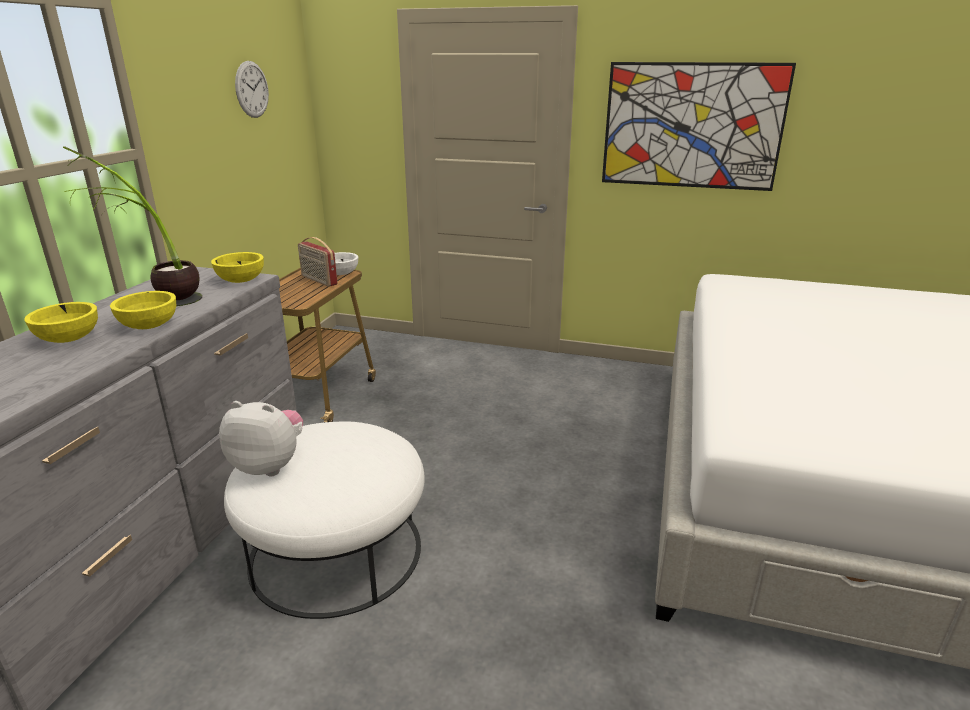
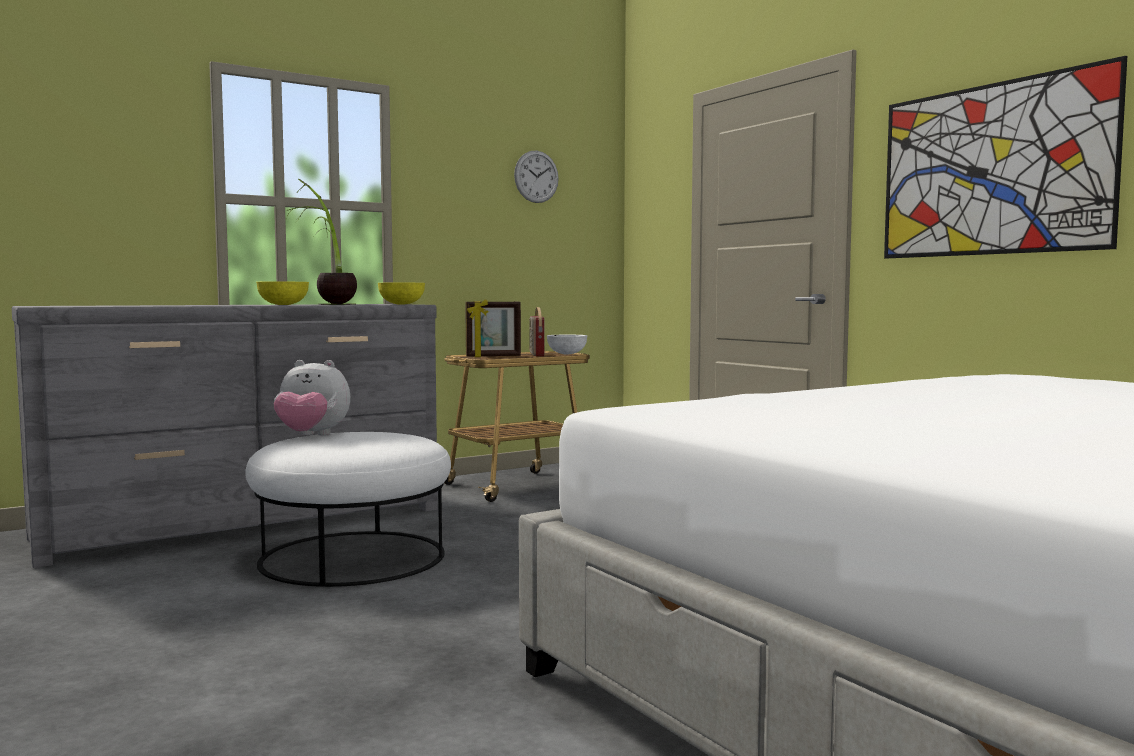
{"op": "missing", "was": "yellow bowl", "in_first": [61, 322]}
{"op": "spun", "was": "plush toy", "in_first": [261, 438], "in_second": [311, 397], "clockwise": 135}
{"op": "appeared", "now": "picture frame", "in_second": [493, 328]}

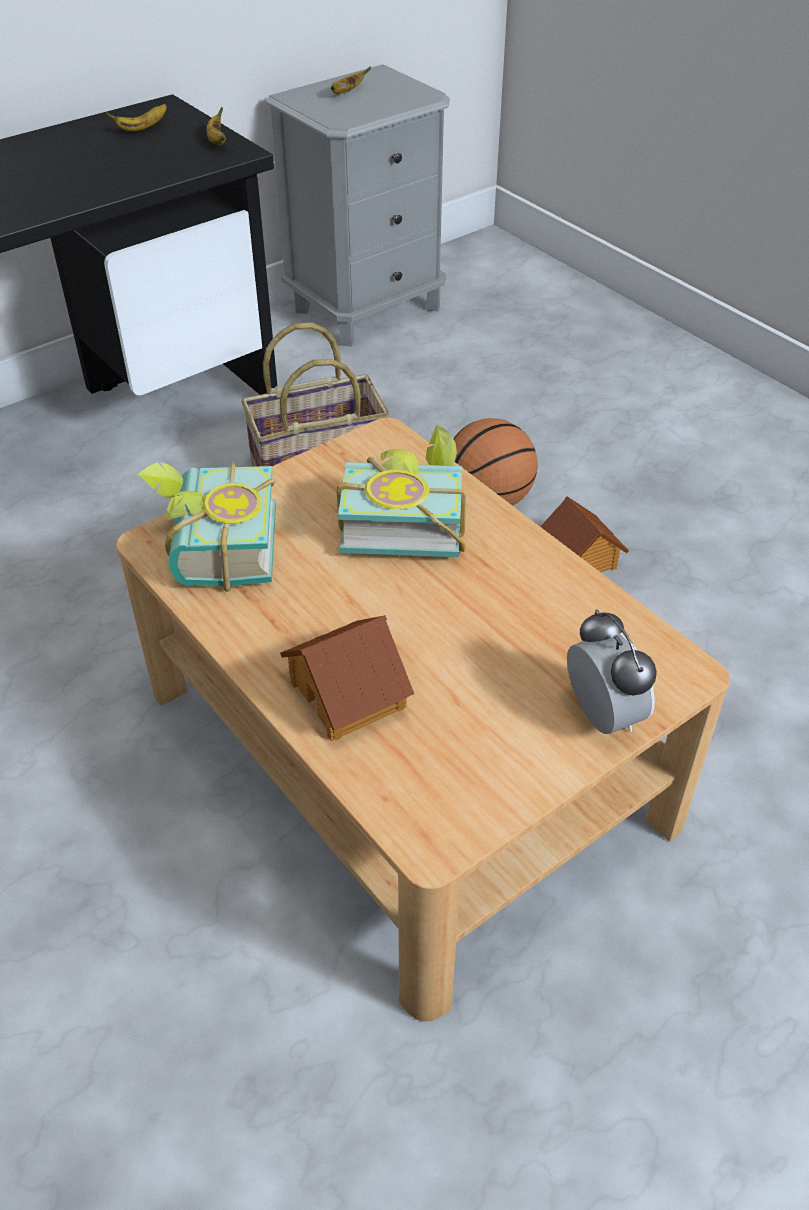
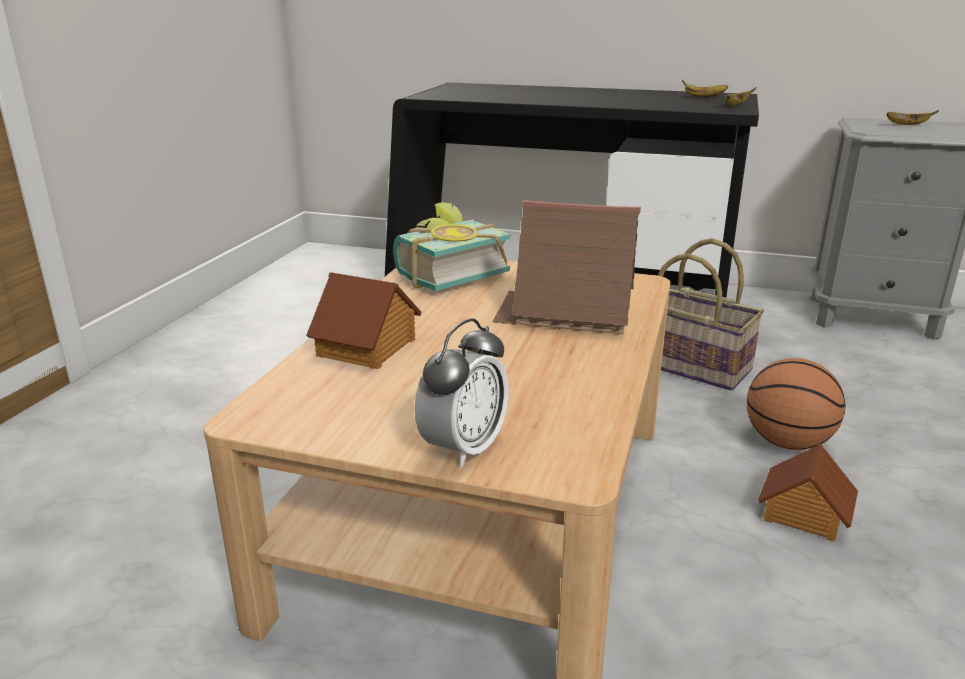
{"op": "exchanged", "was": "book", "now": "toy house", "in_first": [401, 491], "in_second": [566, 267]}

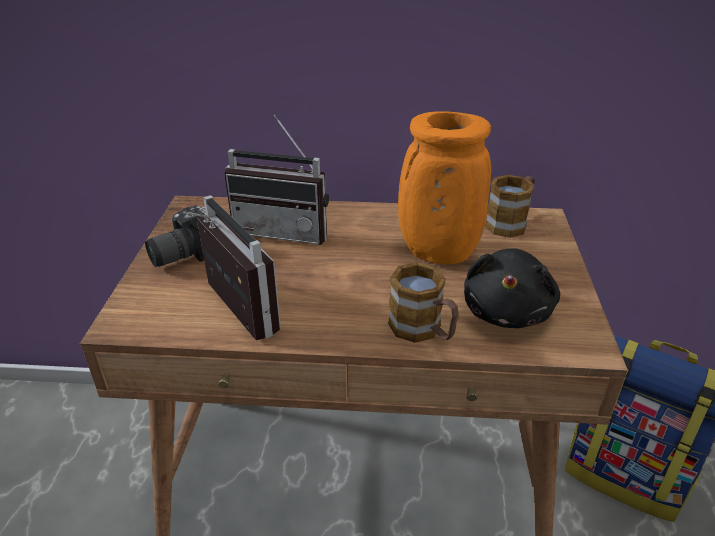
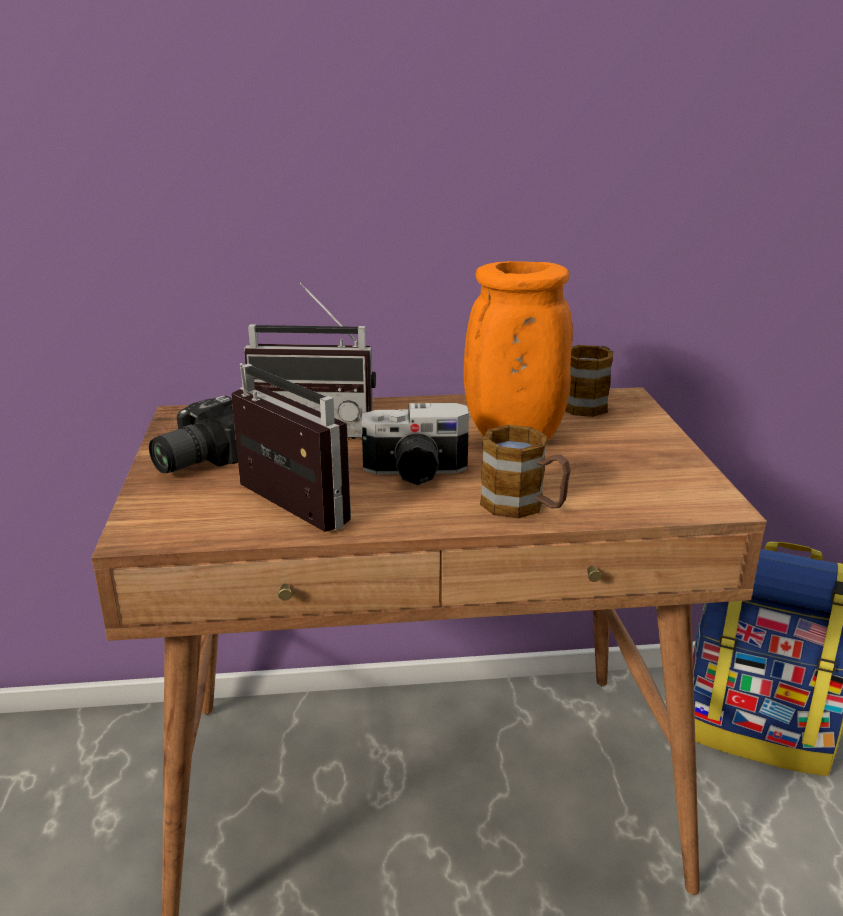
{"op": "missing", "was": "black plush toy", "in_first": [512, 288]}
{"op": "appeared", "now": "photo camera", "in_second": [415, 444]}

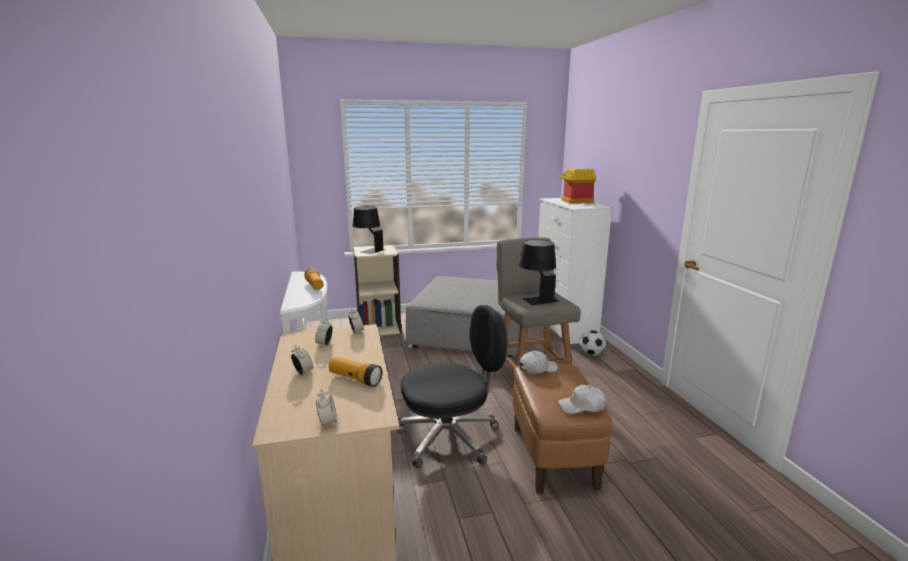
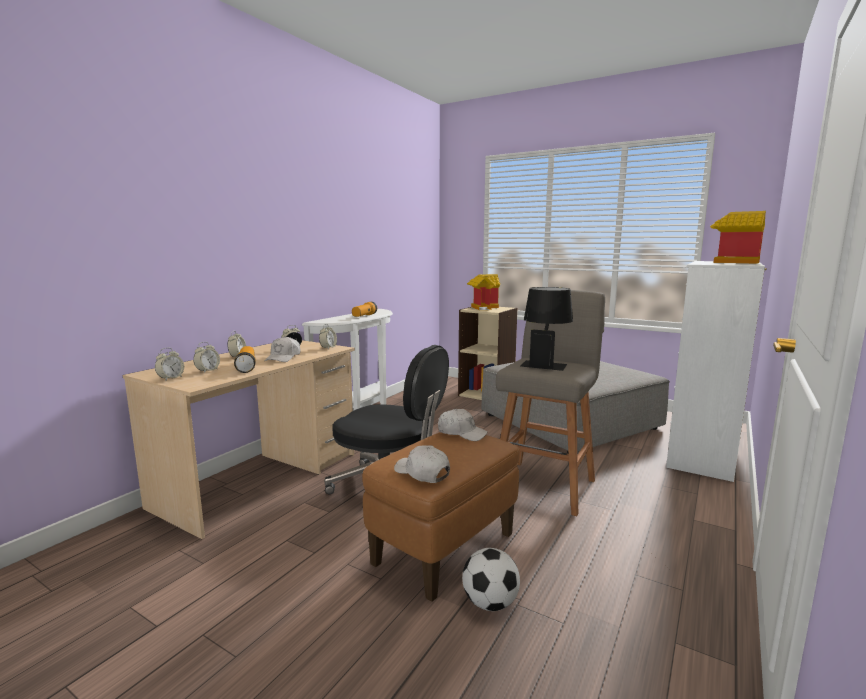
{"op": "exchanged", "was": "black table lamp", "now": "toy house", "in_first": [369, 230], "in_second": [483, 292]}
{"op": "relocated", "was": "football", "in_first": [593, 343], "in_second": [491, 579]}
{"op": "appeared", "now": "white cap", "in_second": [282, 349]}
{"op": "appeared", "now": "alarm clock", "in_second": [206, 357]}

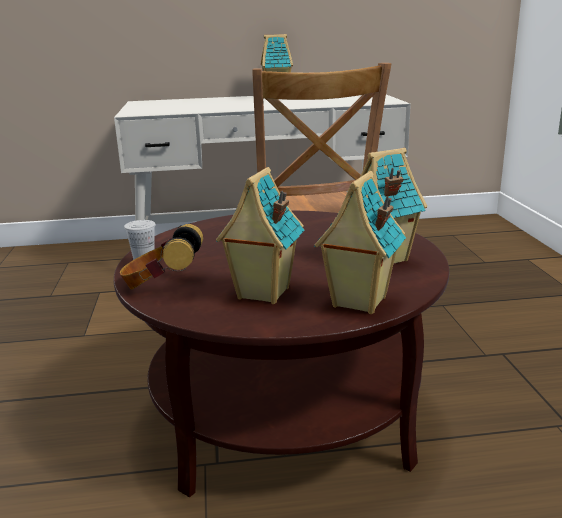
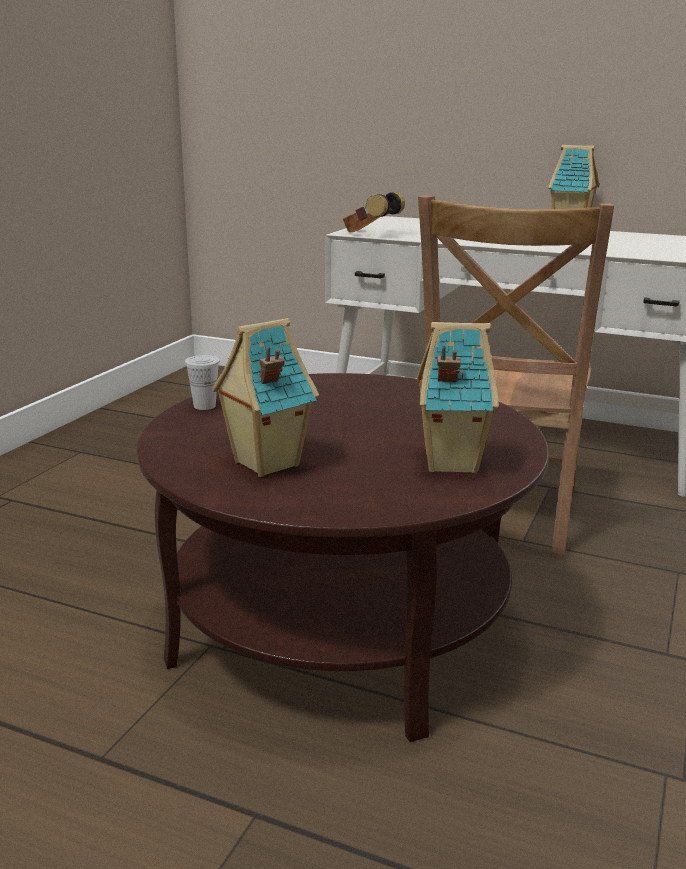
{"op": "missing", "was": "toy house", "in_first": [360, 242]}
{"op": "relocated", "was": "headphones", "in_first": [161, 257], "in_second": [374, 212]}

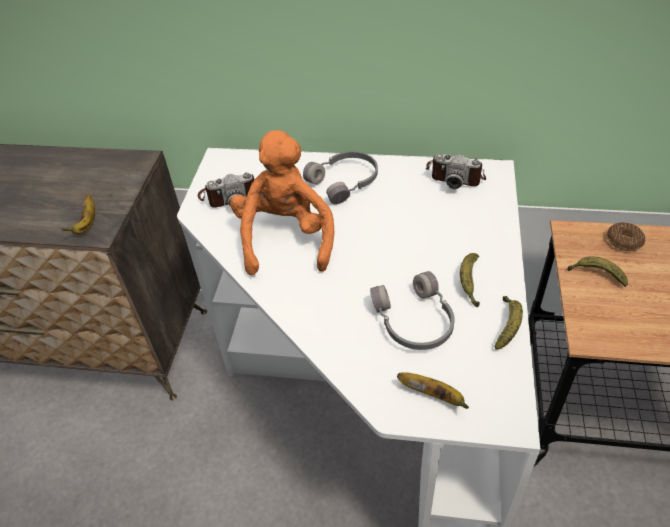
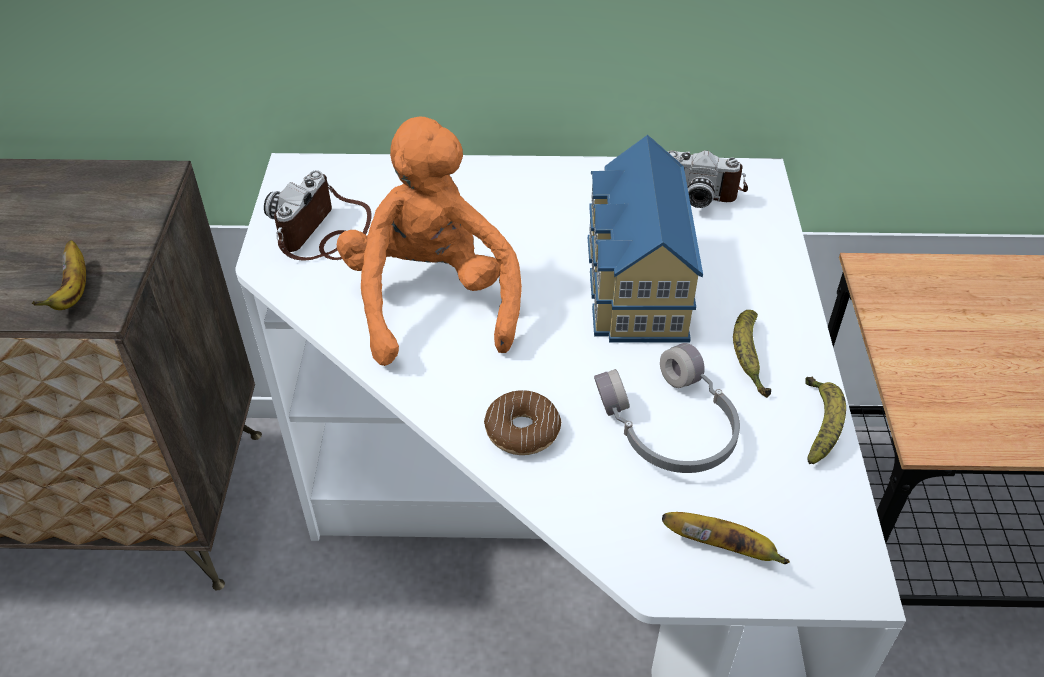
{"op": "missing", "was": "grey headphones", "in_first": [340, 177]}
{"op": "spun", "was": "photo camera", "in_first": [226, 190], "in_second": [317, 215], "clockwise": 135}
{"op": "relocated", "was": "donut", "in_first": [626, 236], "in_second": [522, 422]}
{"op": "missing", "was": "banana", "in_first": [597, 271]}
{"op": "appeared", "now": "toy house", "in_second": [645, 239]}

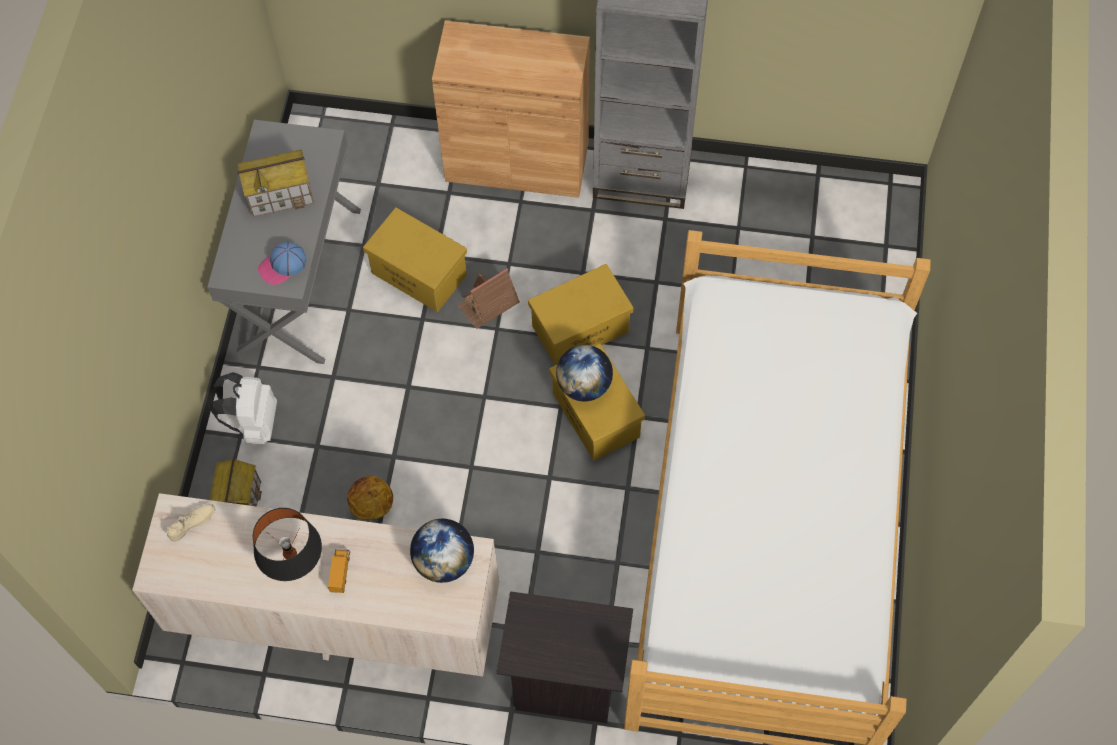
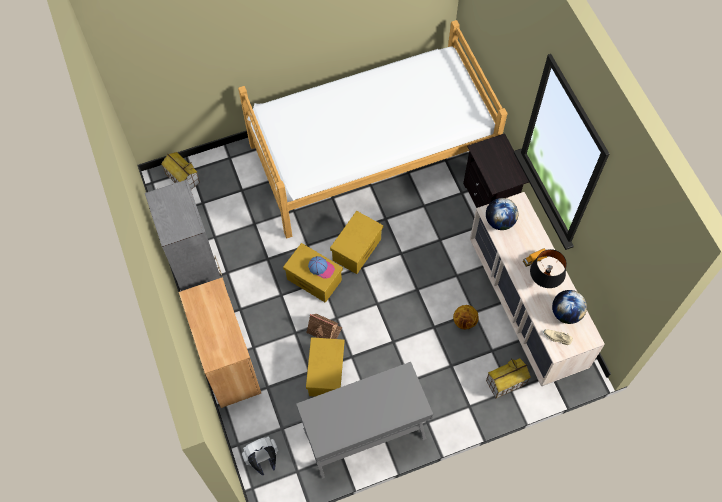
{"op": "relocated", "was": "toy house", "in_first": [275, 183], "in_second": [180, 170]}
{"op": "relocated", "was": "cap", "in_first": [282, 263], "in_second": [321, 267]}
{"op": "relocated", "was": "globe", "in_first": [584, 373], "in_second": [569, 307]}
{"op": "relocated", "was": "white backpack", "in_first": [243, 408], "in_second": [260, 456]}

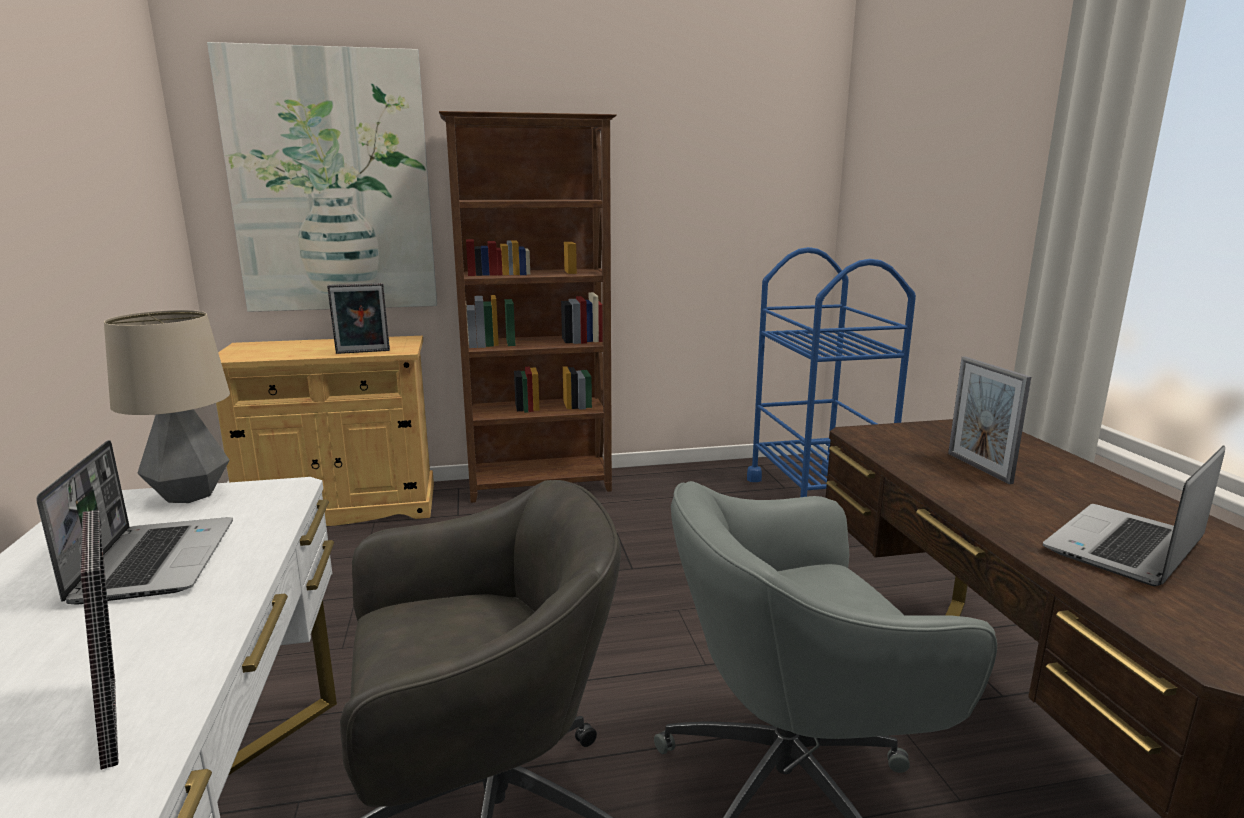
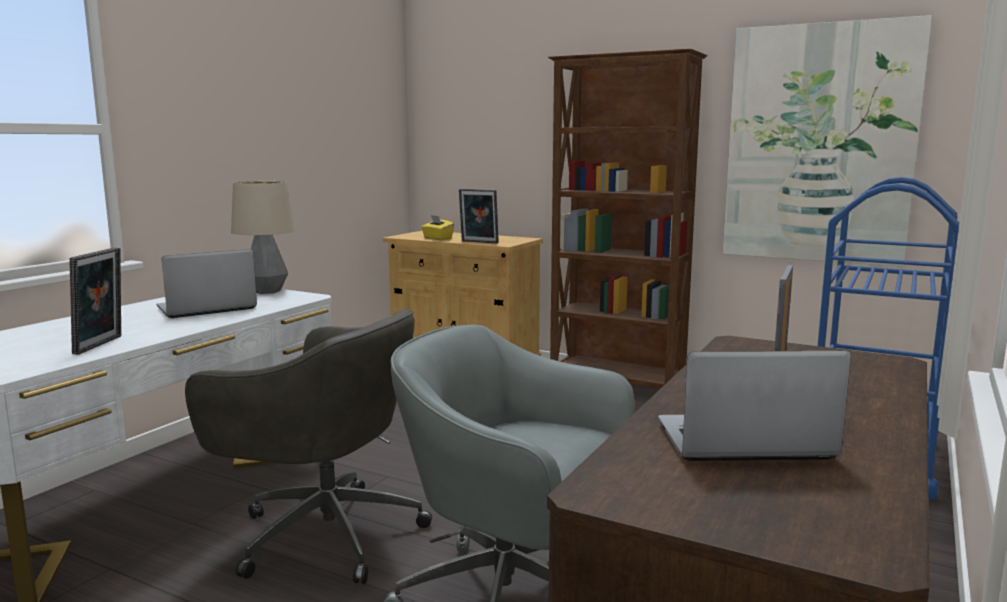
{"op": "relocated", "was": "picture", "in_first": [322, 177], "in_second": [827, 141]}
{"op": "spun", "was": "laptop", "in_first": [134, 522], "in_second": [207, 283], "clockwise": -150}
{"op": "appeared", "now": "yellow tissue box", "in_second": [437, 227]}

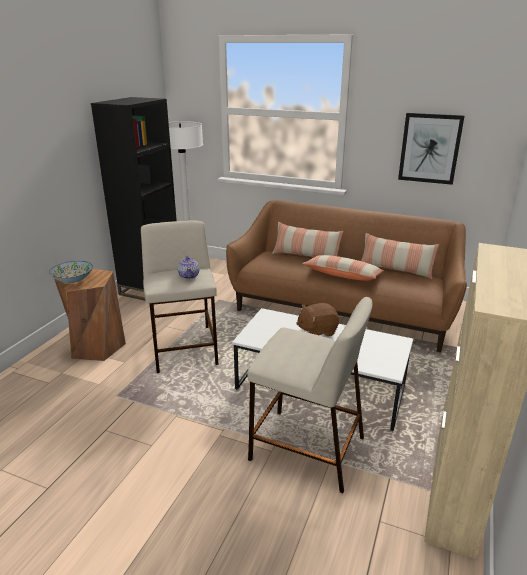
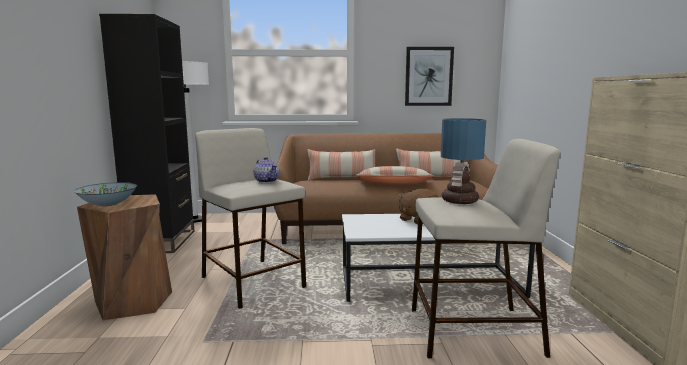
{"op": "appeared", "now": "table lamp", "in_second": [463, 161]}

